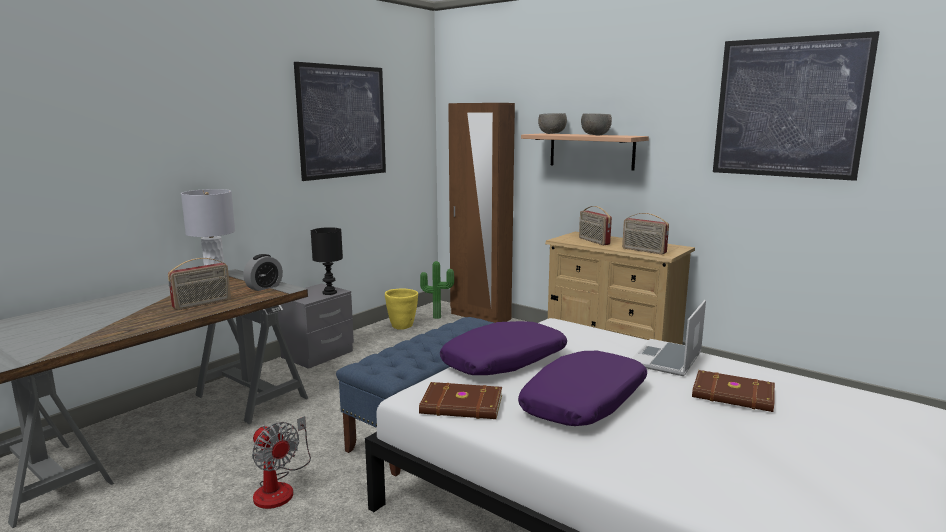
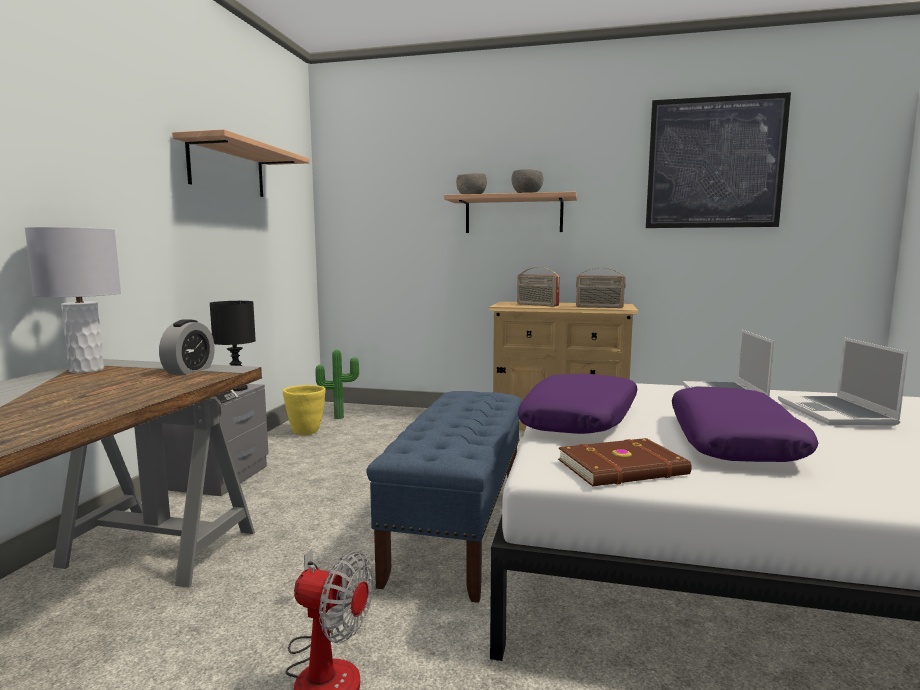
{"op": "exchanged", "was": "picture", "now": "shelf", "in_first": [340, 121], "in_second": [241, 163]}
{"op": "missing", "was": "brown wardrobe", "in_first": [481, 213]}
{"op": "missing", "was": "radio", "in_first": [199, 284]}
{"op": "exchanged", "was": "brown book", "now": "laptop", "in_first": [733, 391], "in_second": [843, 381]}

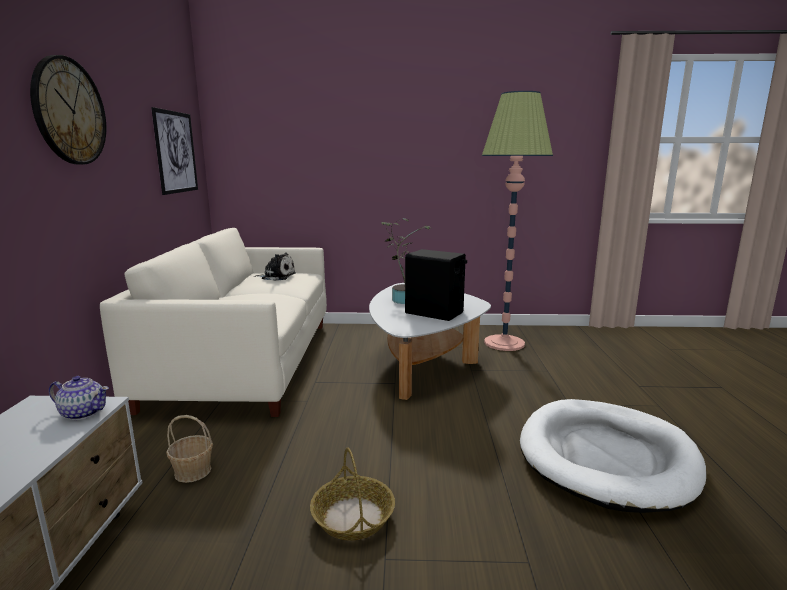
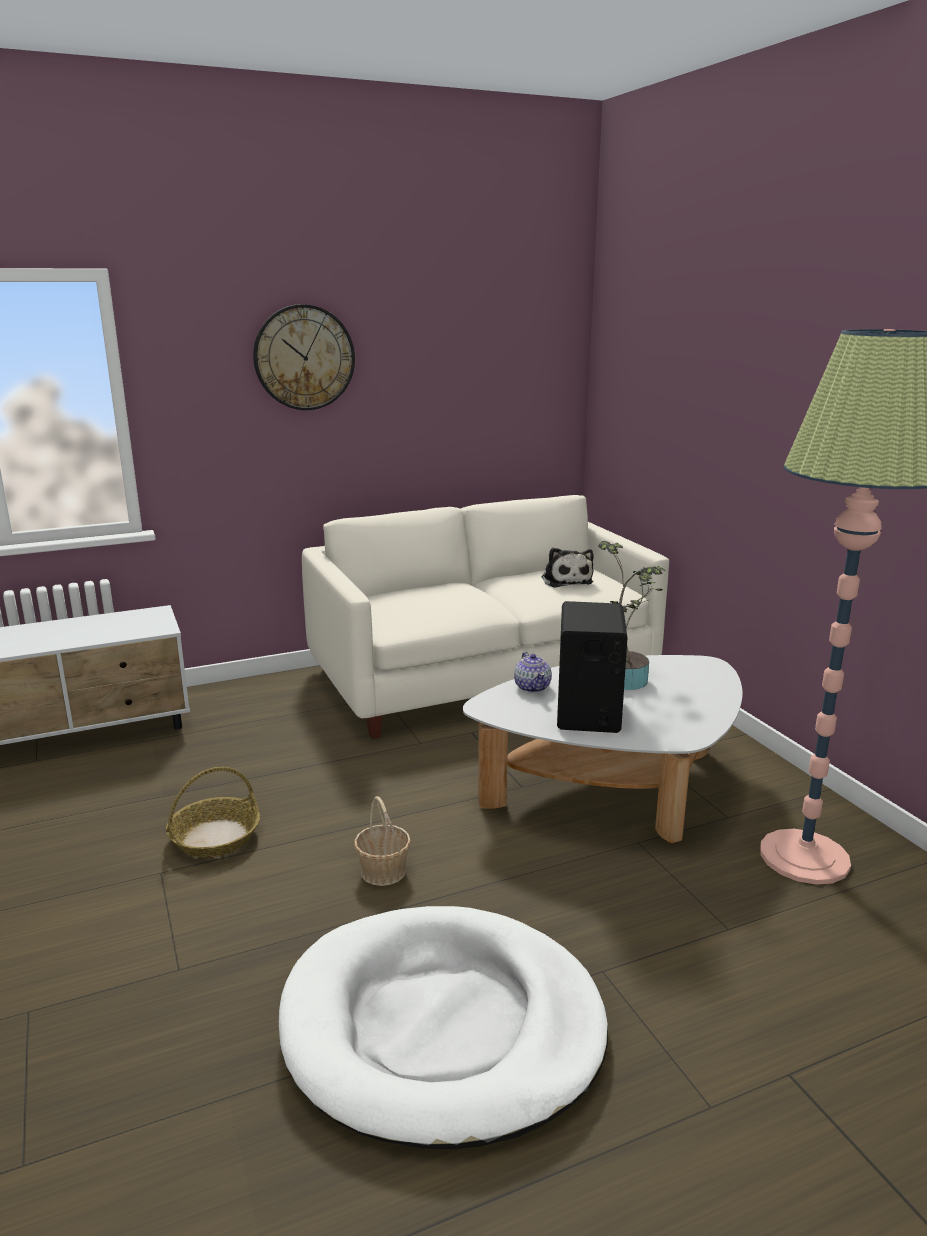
{"op": "missing", "was": "picture", "in_first": [174, 151]}
{"op": "relocated", "was": "teapot", "in_first": [79, 398], "in_second": [533, 672]}
{"op": "relocated", "was": "basket", "in_first": [189, 449], "in_second": [382, 841]}

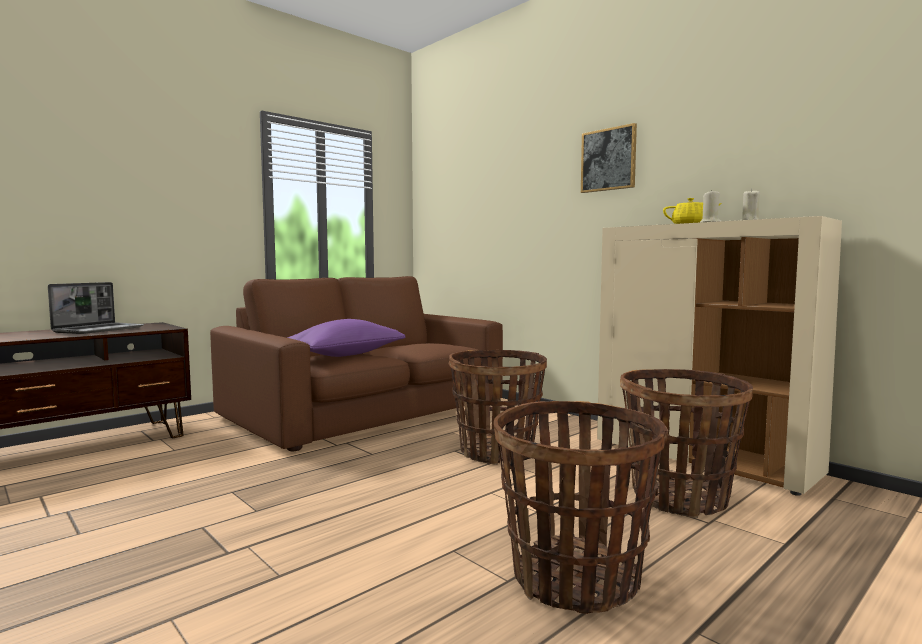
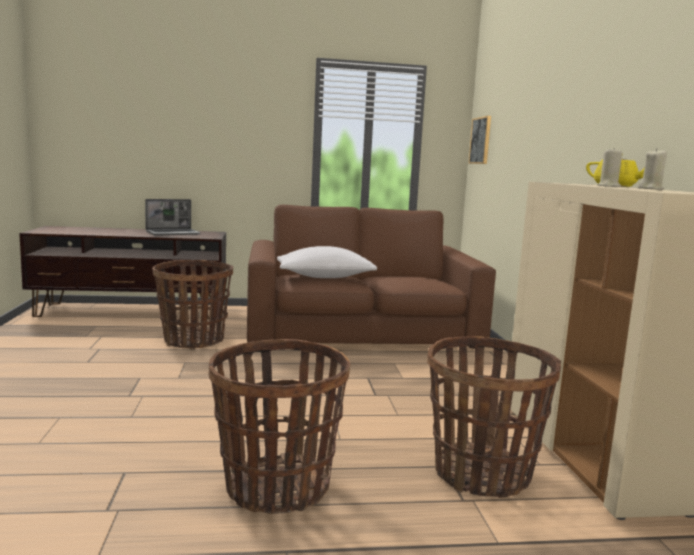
{"op": "relocated", "was": "picture", "in_first": [609, 158], "in_second": [479, 140]}
{"op": "colour", "was": "purple pillow", "now": "white pillow", "in_first": [346, 338], "in_second": [327, 262]}
{"op": "relocated", "was": "basket", "in_first": [498, 407], "in_second": [192, 304]}

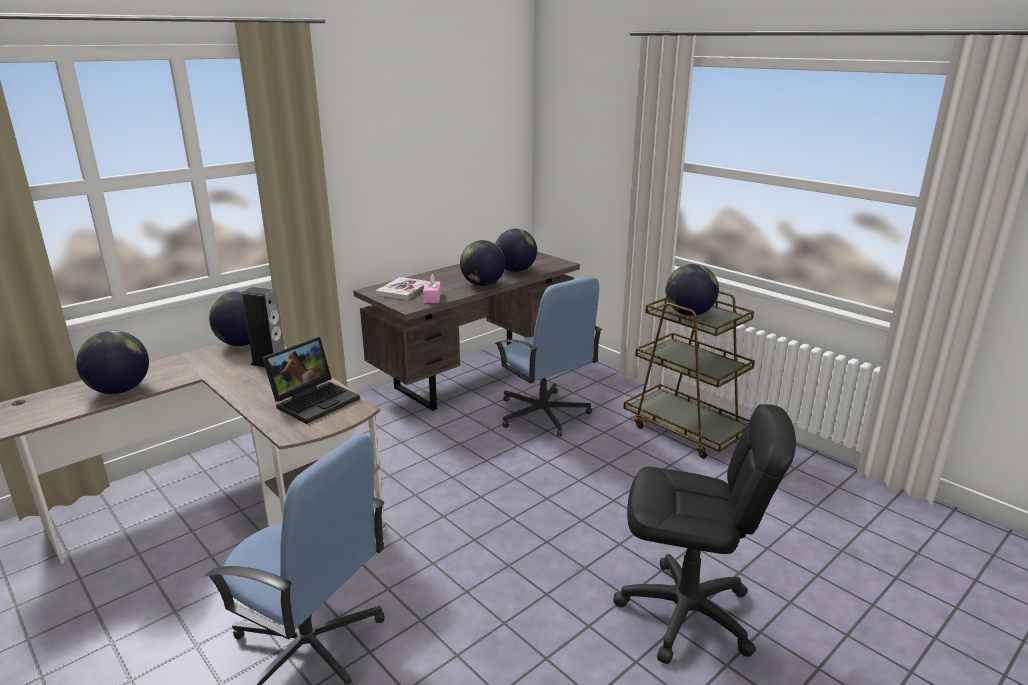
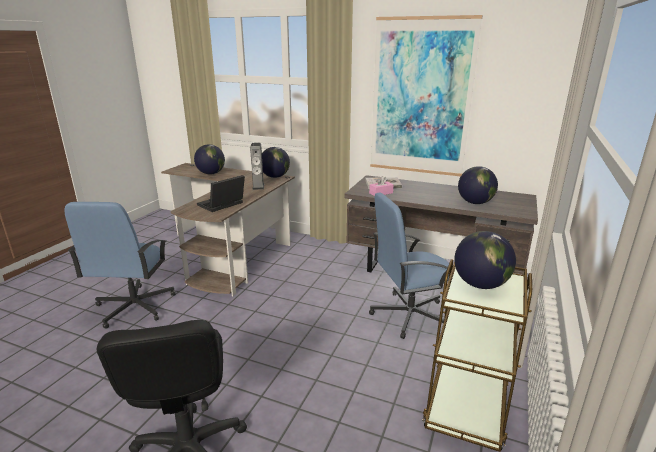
{"op": "missing", "was": "globe", "in_first": [483, 263]}
{"op": "spun", "was": "blue office chair", "in_first": [548, 356], "in_second": [409, 266], "clockwise": 45}
{"op": "spun", "was": "laptop", "in_first": [311, 380], "in_second": [221, 193], "clockwise": 120}
{"op": "appeared", "now": "picture", "in_second": [426, 96]}

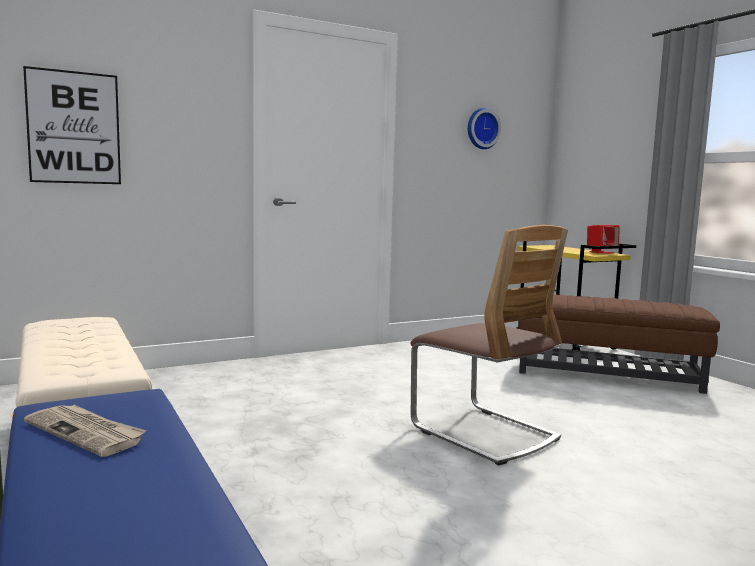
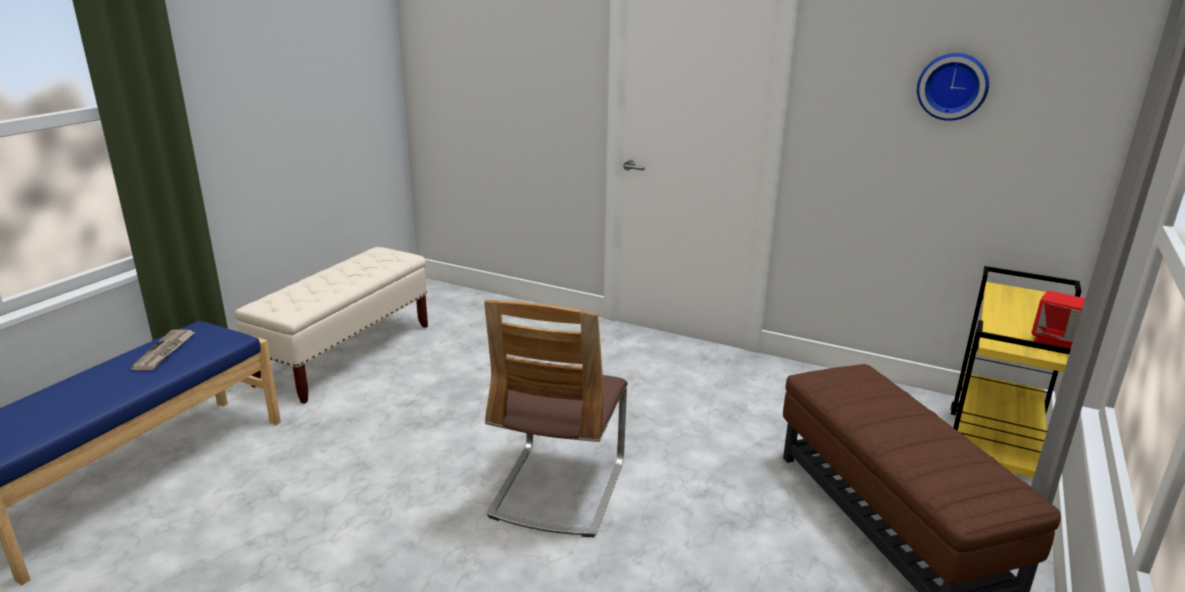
{"op": "missing", "was": "picture", "in_first": [72, 125]}

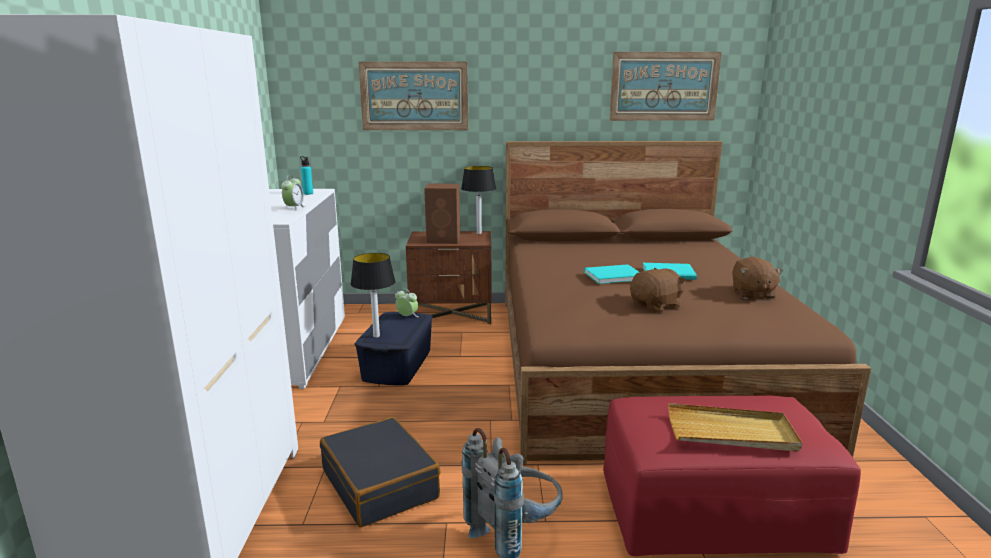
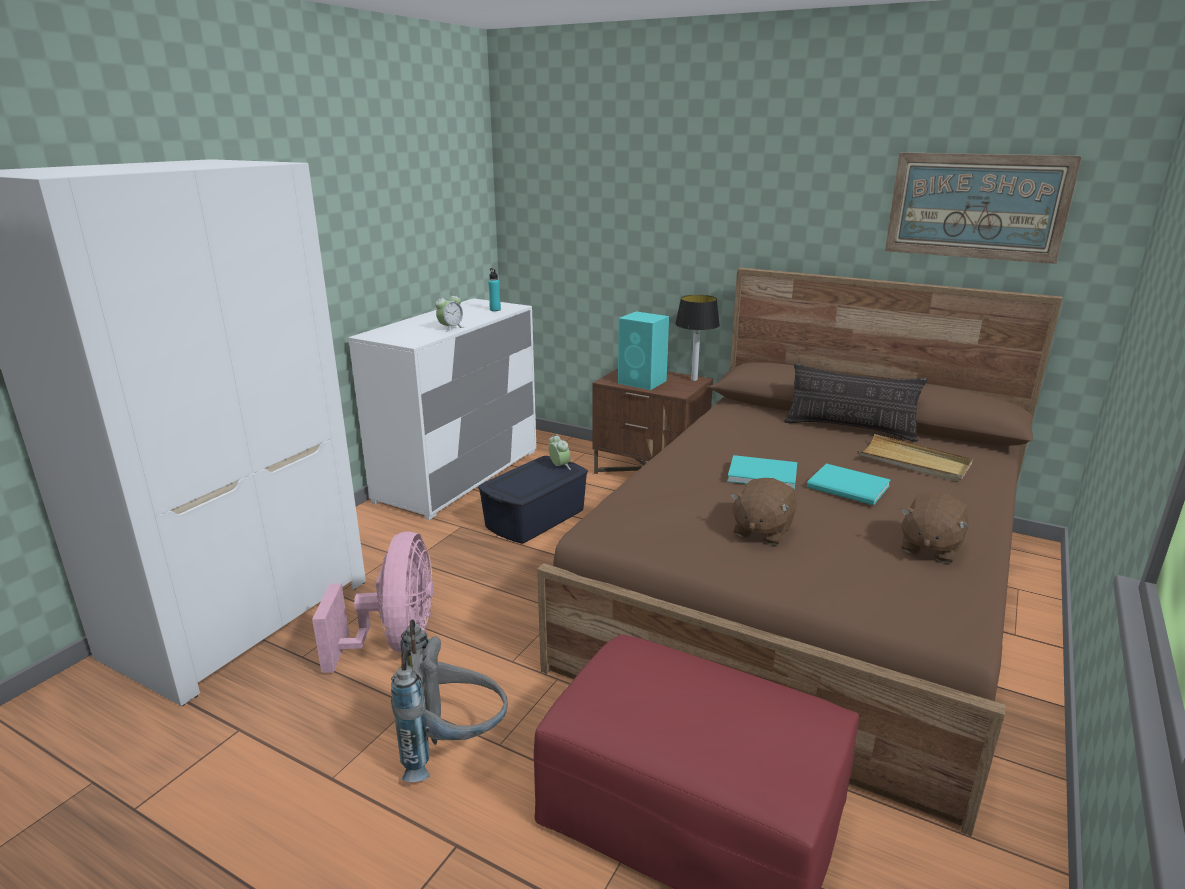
{"op": "missing", "was": "picture", "in_first": [413, 96]}
{"op": "colour", "was": "brown speaker", "now": "turquoise speaker", "in_first": [442, 214], "in_second": [643, 350]}
{"op": "missing", "was": "table lamp", "in_first": [373, 295]}
{"op": "spun", "was": "brown plush toy", "in_first": [658, 290], "in_second": [763, 511], "clockwise": 120}
{"op": "relocated", "was": "beige tray", "in_first": [735, 427], "in_second": [915, 458]}
{"op": "exchanged", "was": "black suitcase", "now": "pink fan", "in_first": [380, 472], "in_second": [373, 602]}
{"op": "appeared", "now": "pillow", "in_second": [855, 402]}

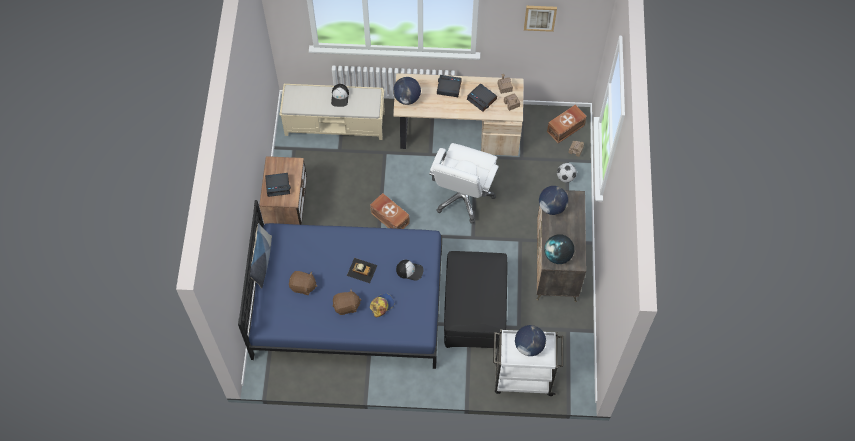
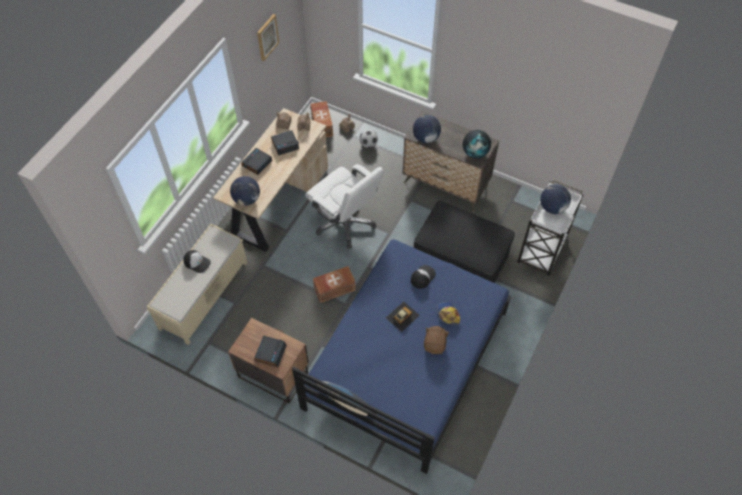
{"op": "missing", "was": "brown plush toy", "in_first": [303, 283]}

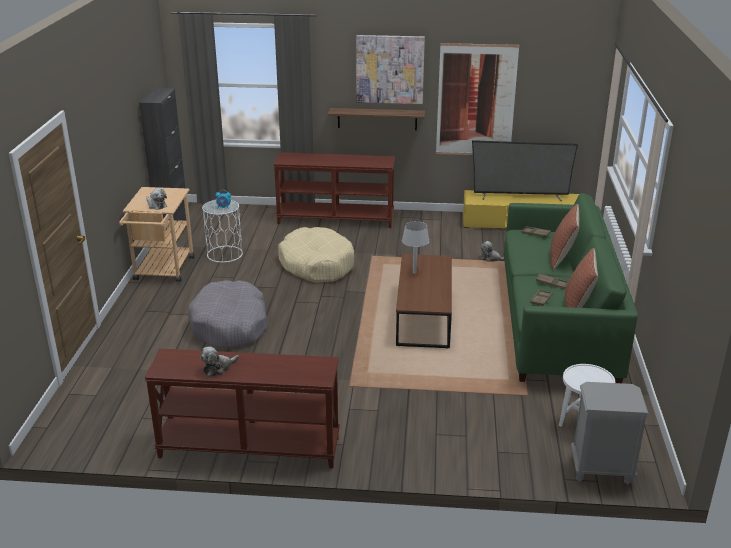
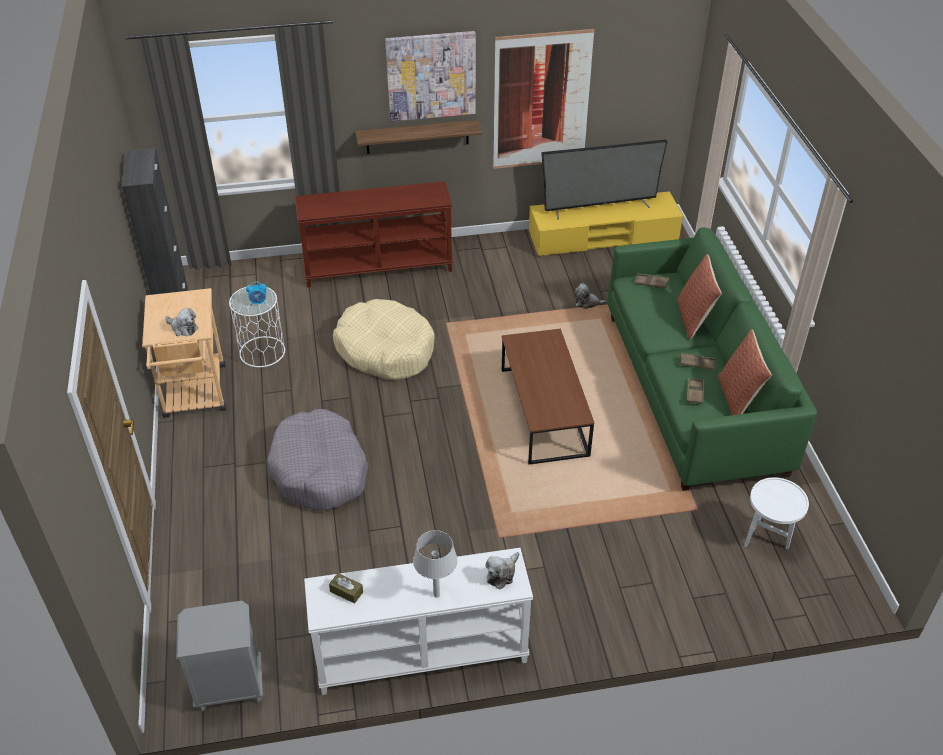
{"op": "relocated", "was": "grey table lamp", "in_first": [415, 247], "in_second": [435, 564]}
{"op": "relocated", "was": "plush toy", "in_first": [219, 362], "in_second": [502, 570]}
{"op": "colour", "was": "brown console table", "now": "white console table", "in_first": [242, 408], "in_second": [418, 621]}
{"op": "relocated", "was": "grey nightstand", "in_first": [610, 433], "in_second": [219, 656]}
{"op": "appeared", "now": "brown tissue box", "in_second": [346, 588]}

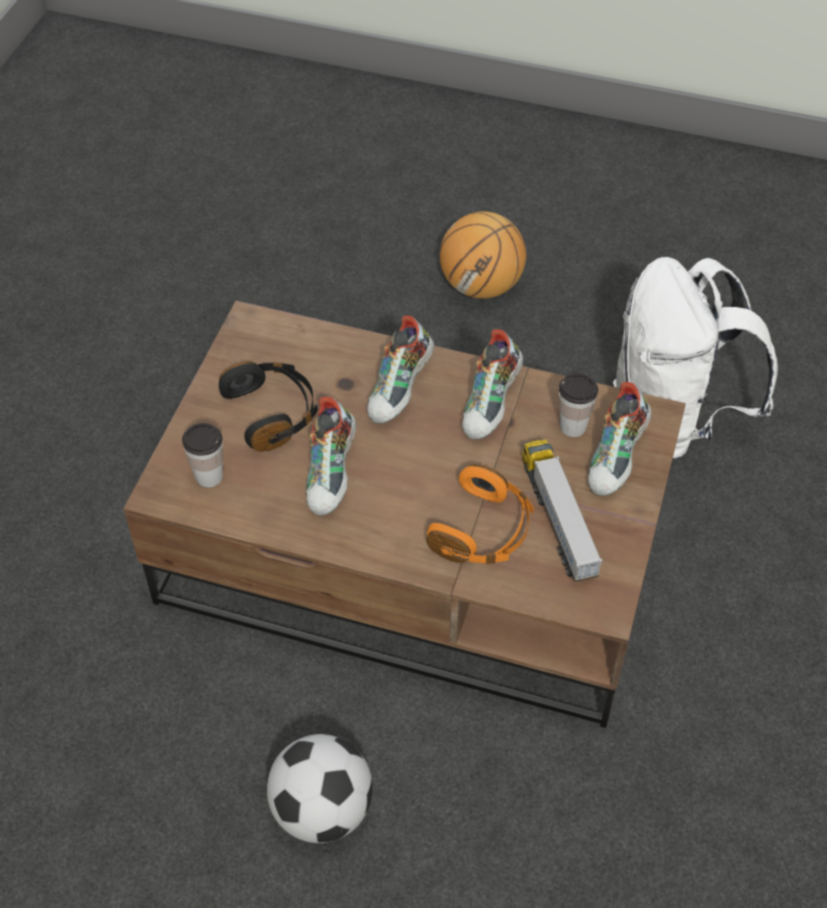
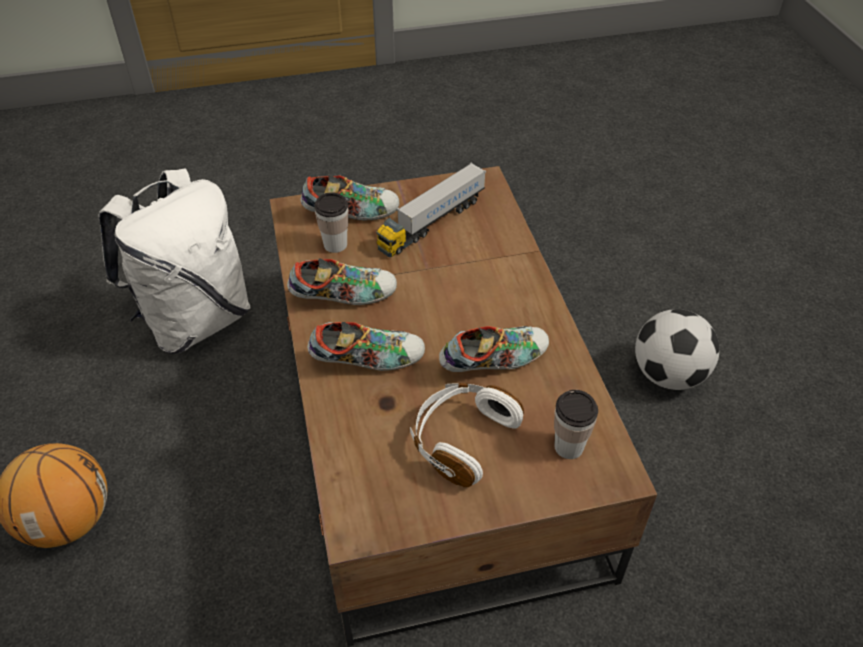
{"op": "colour", "was": "black headphones", "now": "white headphones", "in_first": [268, 406], "in_second": [467, 435]}
{"op": "missing", "was": "orange headphones", "in_first": [480, 514]}

